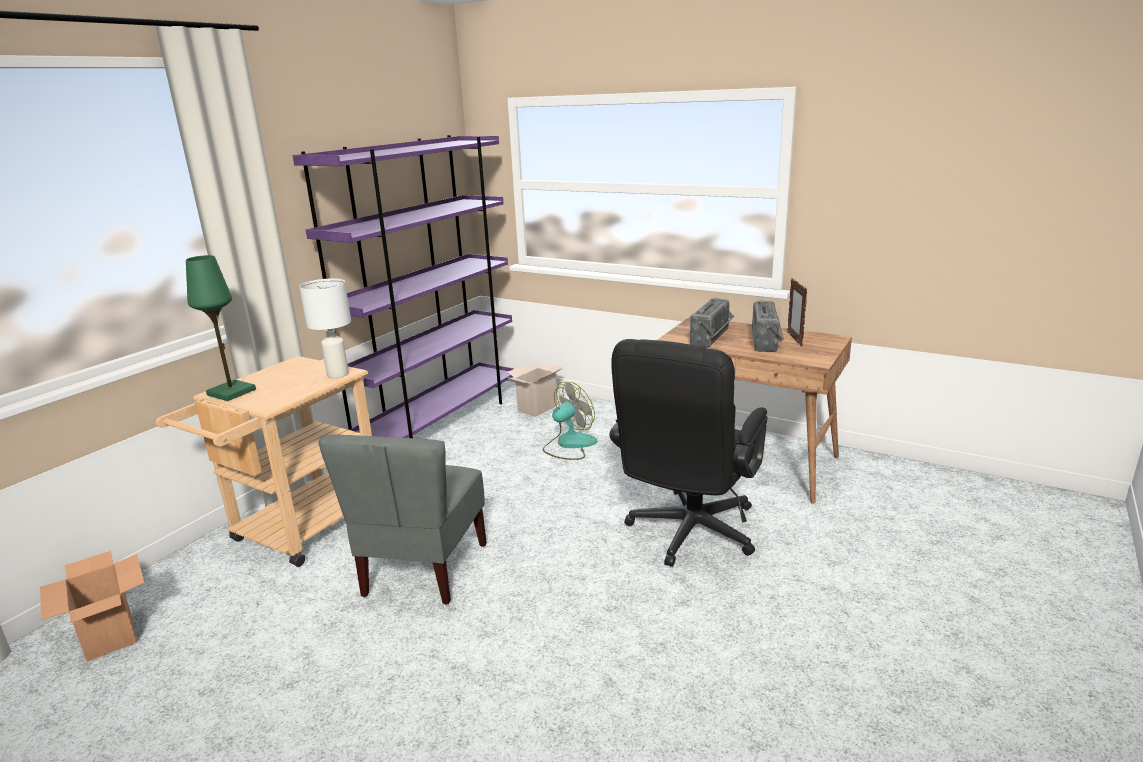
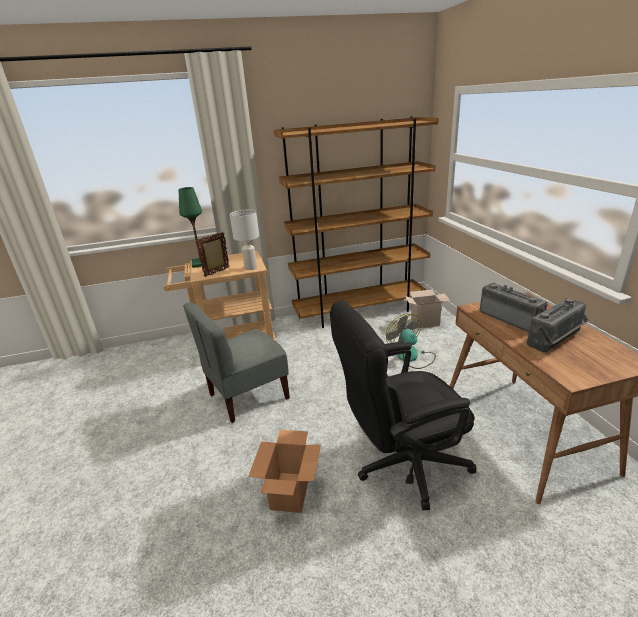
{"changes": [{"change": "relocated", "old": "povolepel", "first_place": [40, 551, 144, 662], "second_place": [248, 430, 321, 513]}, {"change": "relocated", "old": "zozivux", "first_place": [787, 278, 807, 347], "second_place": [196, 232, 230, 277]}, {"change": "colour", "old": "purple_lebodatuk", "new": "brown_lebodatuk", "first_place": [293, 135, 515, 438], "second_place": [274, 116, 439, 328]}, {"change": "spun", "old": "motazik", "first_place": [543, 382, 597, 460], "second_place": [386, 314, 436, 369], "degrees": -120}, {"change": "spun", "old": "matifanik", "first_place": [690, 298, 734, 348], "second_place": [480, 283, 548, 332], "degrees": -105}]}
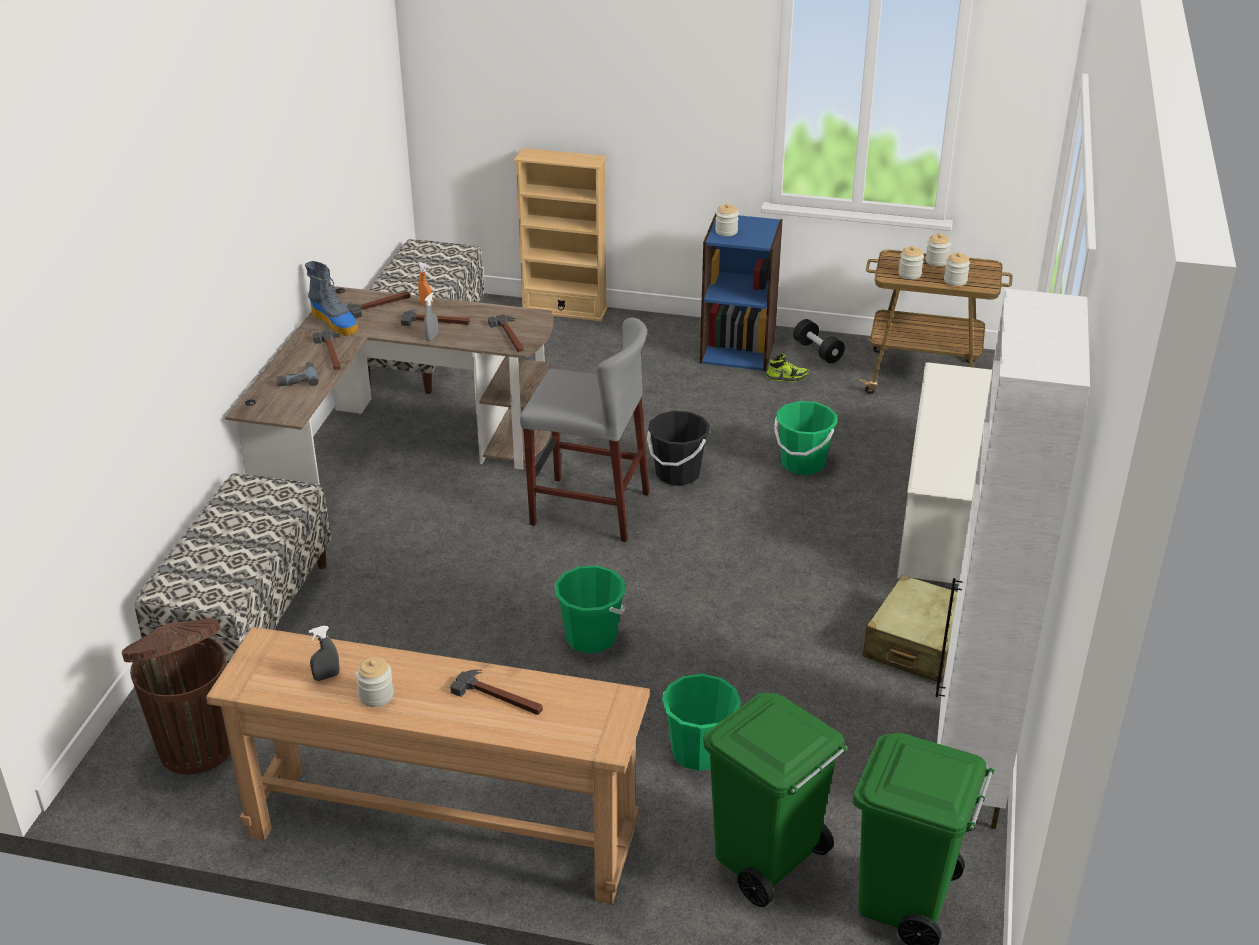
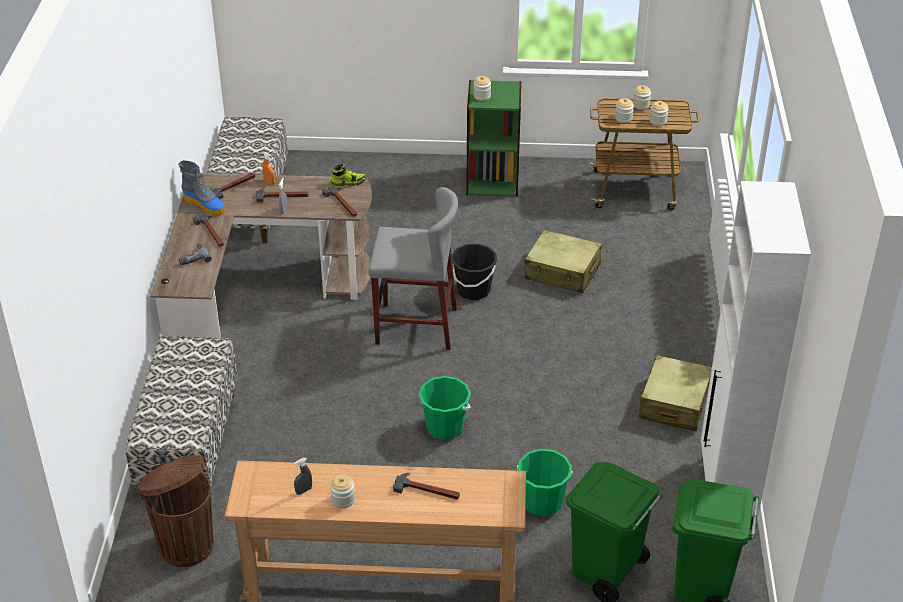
{"changes": [{"change": "missing", "old": "beige_lebodatuk", "first_place": [514, 148, 608, 321]}, {"change": "missing", "old": "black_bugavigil", "first_place": [793, 319, 845, 363]}, {"change": "missing", "old": "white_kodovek", "first_place": [897, 362, 992, 584]}, {"change": "relocated", "old": "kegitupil", "first_place": [766, 353, 809, 382], "second_place": [331, 164, 366, 187]}, {"change": "exchanged", "old": "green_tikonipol", "new": "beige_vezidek", "first_place": [774, 401, 837, 475], "second_place": [525, 230, 602, 293]}, {"change": "colour", "old": "blue_lebodatuk", "new": "green_lebodatuk", "first_place": [700, 213, 783, 371], "second_place": [466, 80, 522, 197]}]}
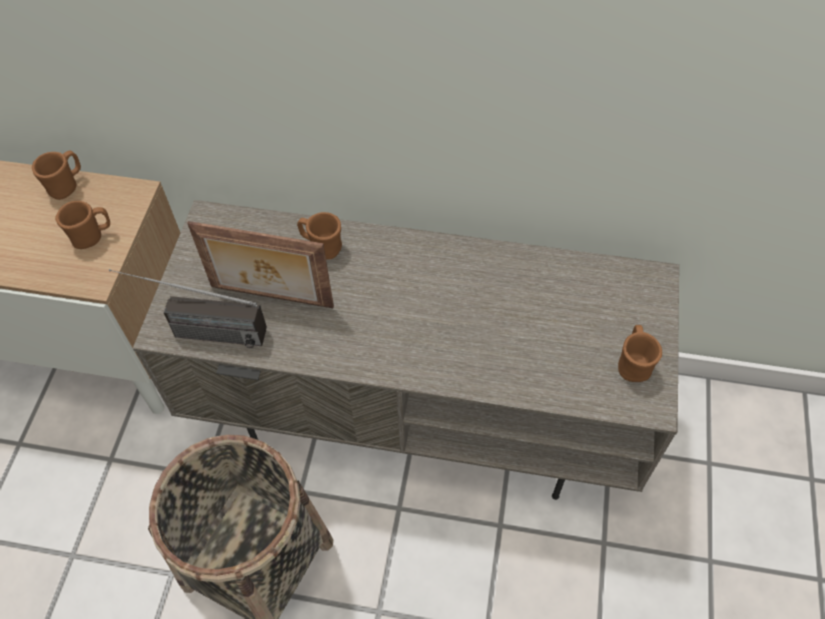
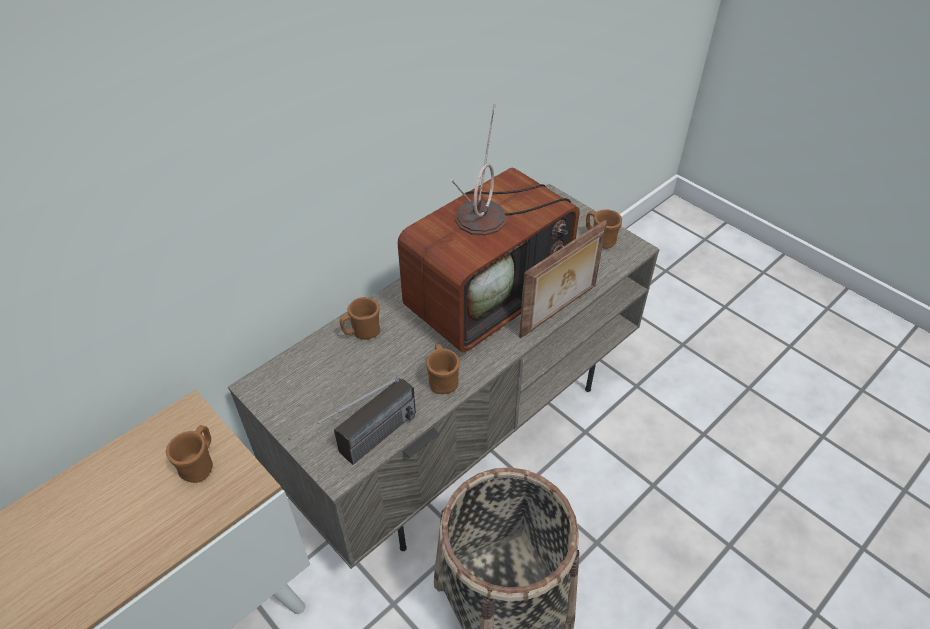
{"changes": [{"change": "appeared", "new": "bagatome", "second_place": [398, 104, 580, 353]}, {"change": "relocated", "old": "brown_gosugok", "first_place": [32, 151, 81, 200], "second_place": [426, 344, 460, 394]}, {"change": "relocated", "old": "zozivux", "first_place": [187, 221, 334, 308], "second_place": [519, 220, 607, 338]}]}
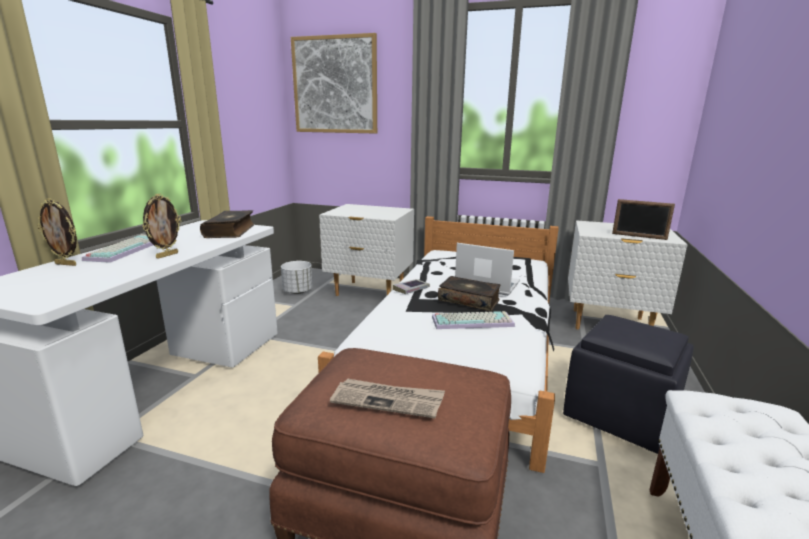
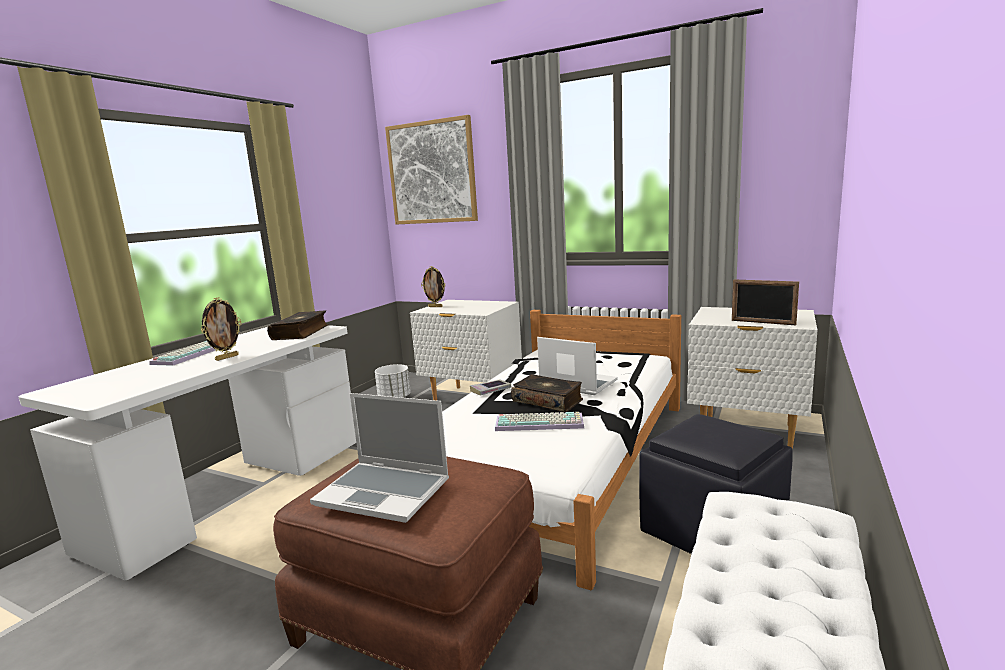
{"changes": [{"change": "relocated", "old": "zozivux", "first_place": [37, 198, 77, 266], "second_place": [421, 266, 445, 307]}, {"change": "exchanged", "old": "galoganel", "new": "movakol", "first_place": [330, 379, 445, 418], "second_place": [310, 393, 449, 523]}]}
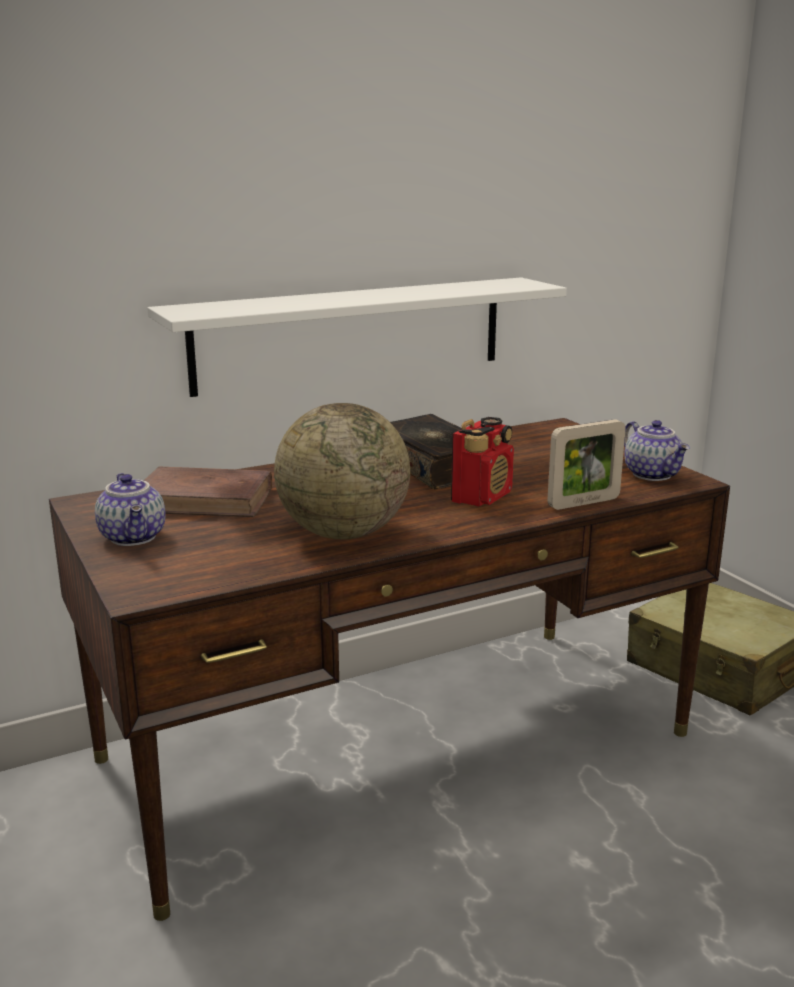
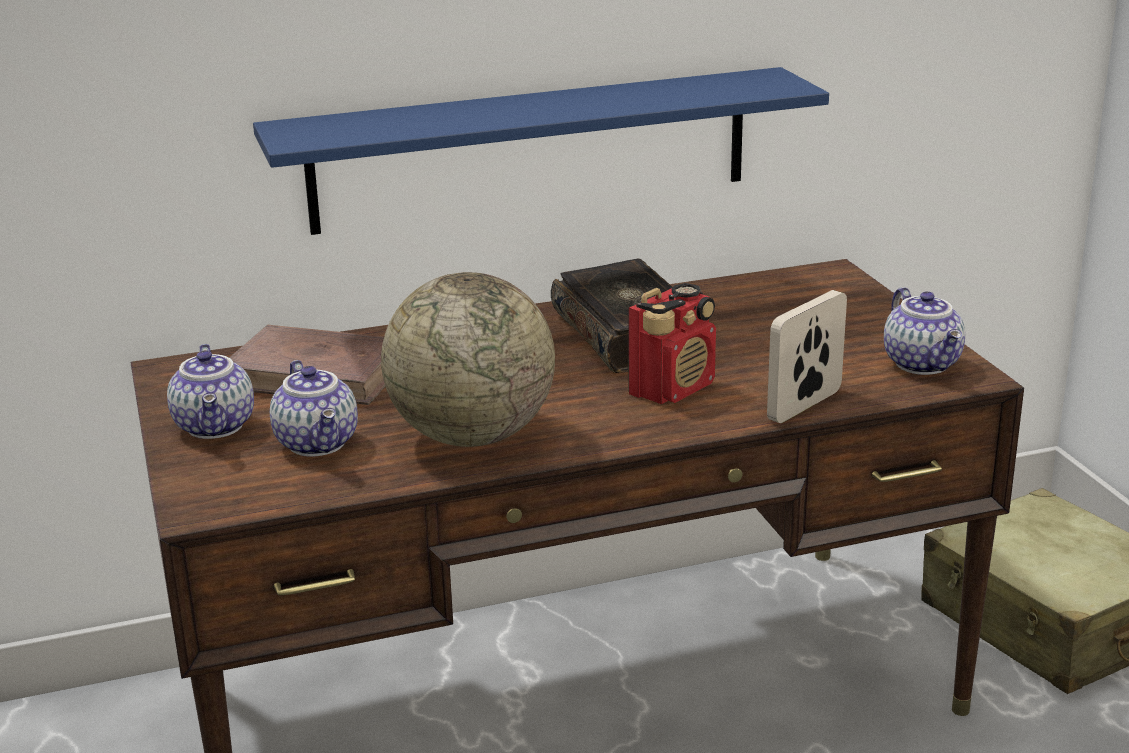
{"changes": [{"change": "appeared", "new": "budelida", "second_place": [270, 360, 358, 457]}, {"change": "colour", "old": "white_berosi", "new": "blue_berosi", "first_place": [148, 277, 567, 397], "second_place": [253, 67, 829, 235]}, {"change": "spun", "old": "zozivux", "first_place": [547, 419, 626, 510], "second_place": [767, 290, 847, 423], "degrees": 150}]}
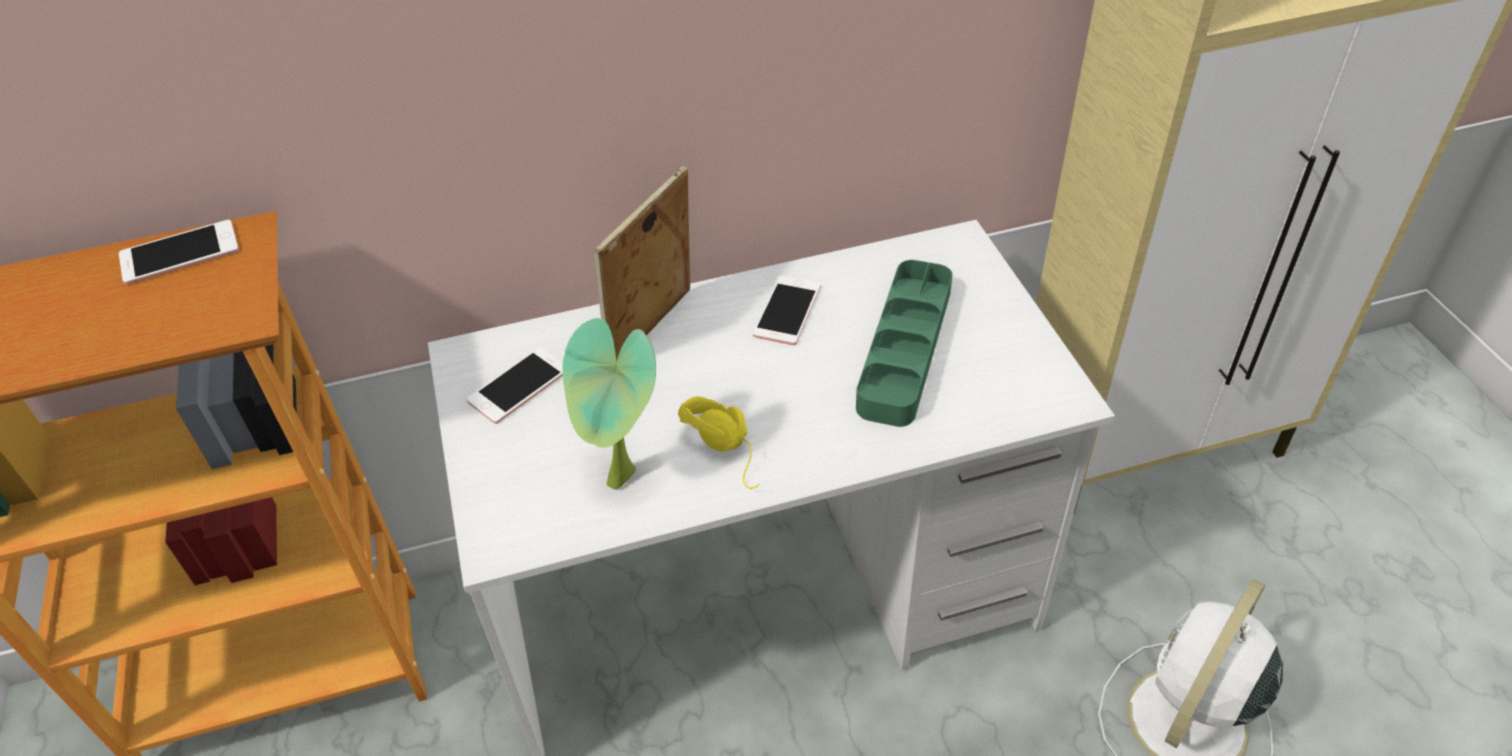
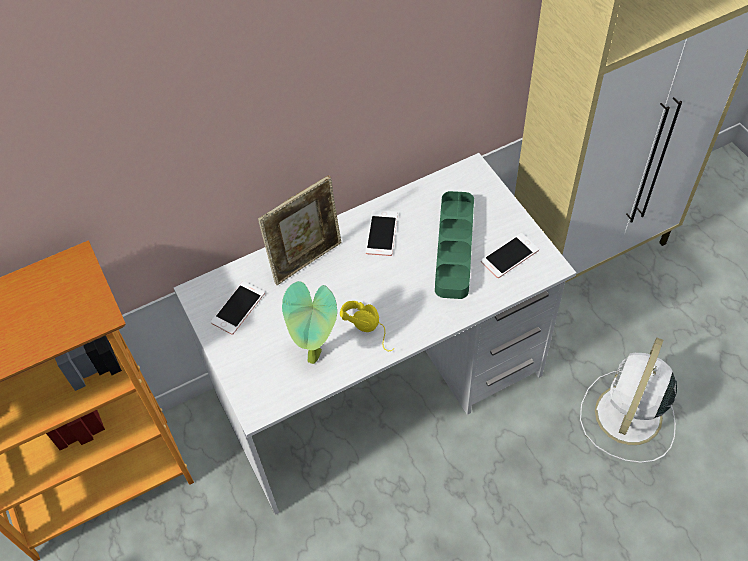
{"changes": [{"change": "relocated", "old": "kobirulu", "first_place": [119, 220, 239, 285], "second_place": [481, 233, 539, 278]}, {"change": "spun", "old": "zozivux", "first_place": [593, 166, 690, 362], "second_place": [258, 175, 342, 285], "degrees": -150}]}
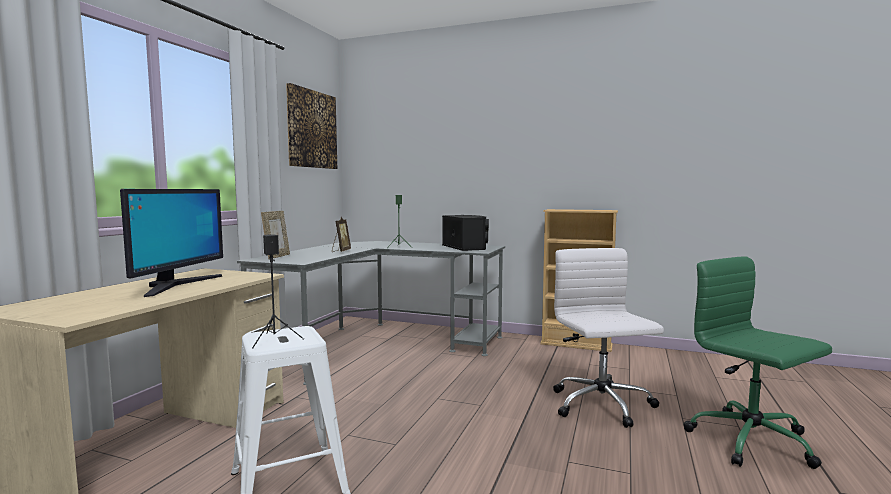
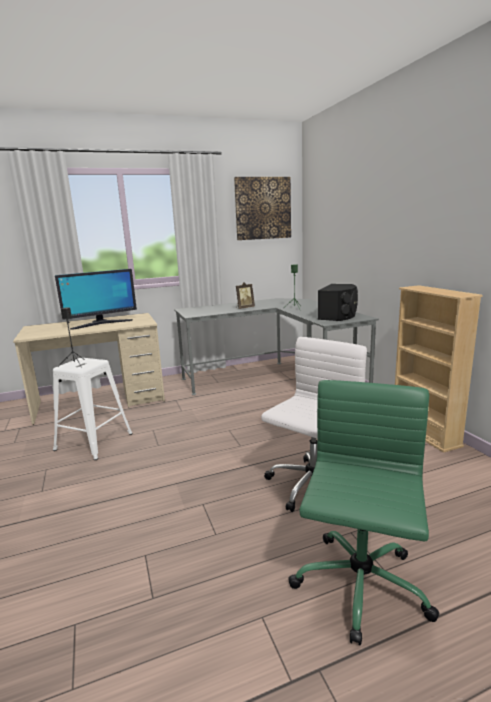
{"changes": [{"change": "missing", "old": "zozivux", "first_place": [261, 211, 290, 259]}]}
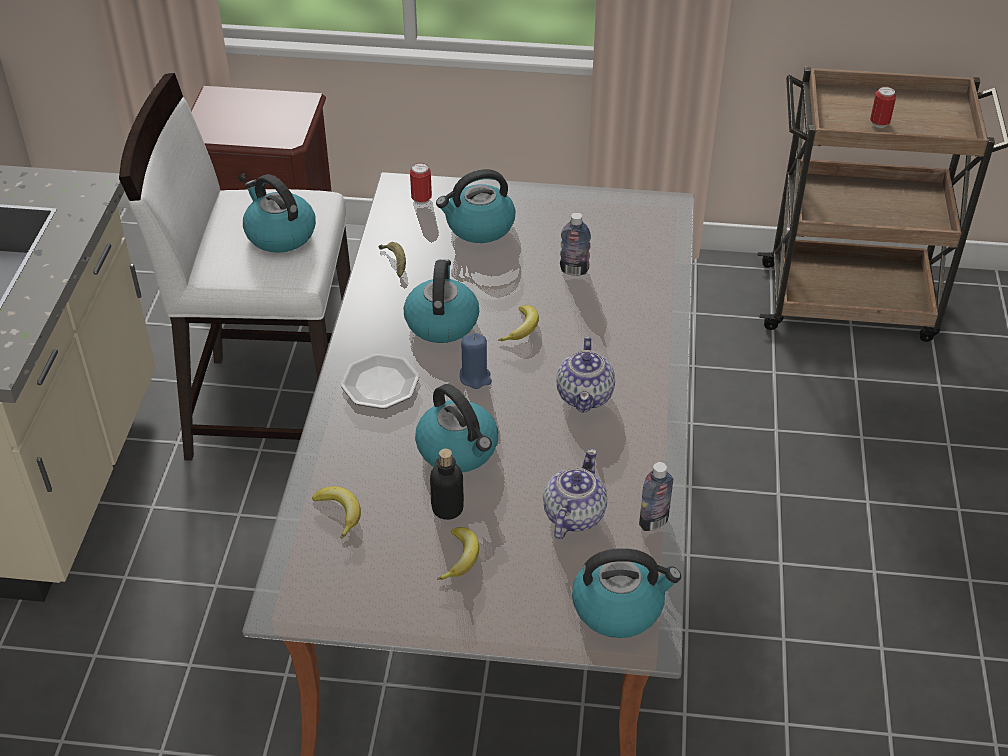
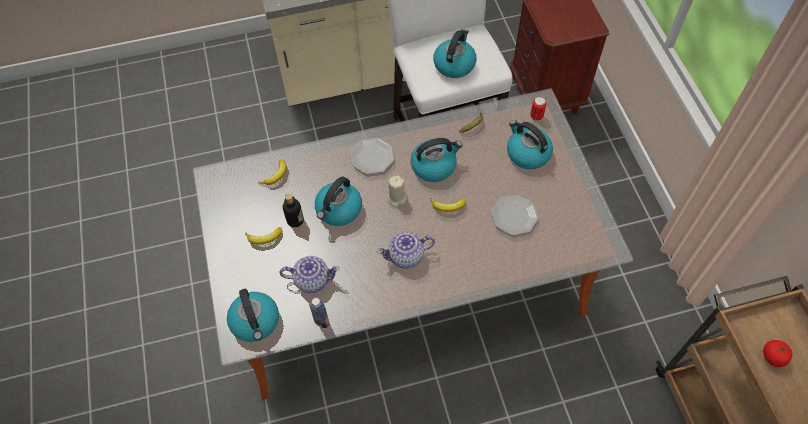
{"changes": [{"change": "exchanged", "old": "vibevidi", "new": "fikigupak", "first_place": [560, 212, 591, 276], "second_place": [491, 195, 539, 235]}, {"change": "exchanged", "old": "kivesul", "new": "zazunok", "first_place": [870, 87, 896, 128], "second_place": [763, 340, 792, 367]}, {"change": "colour", "old": "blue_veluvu", "new": "beige_veluvu", "first_place": [460, 333, 492, 389], "second_place": [388, 176, 407, 207]}]}
